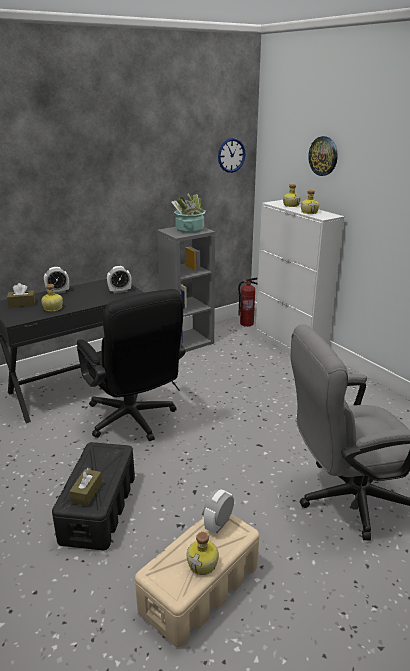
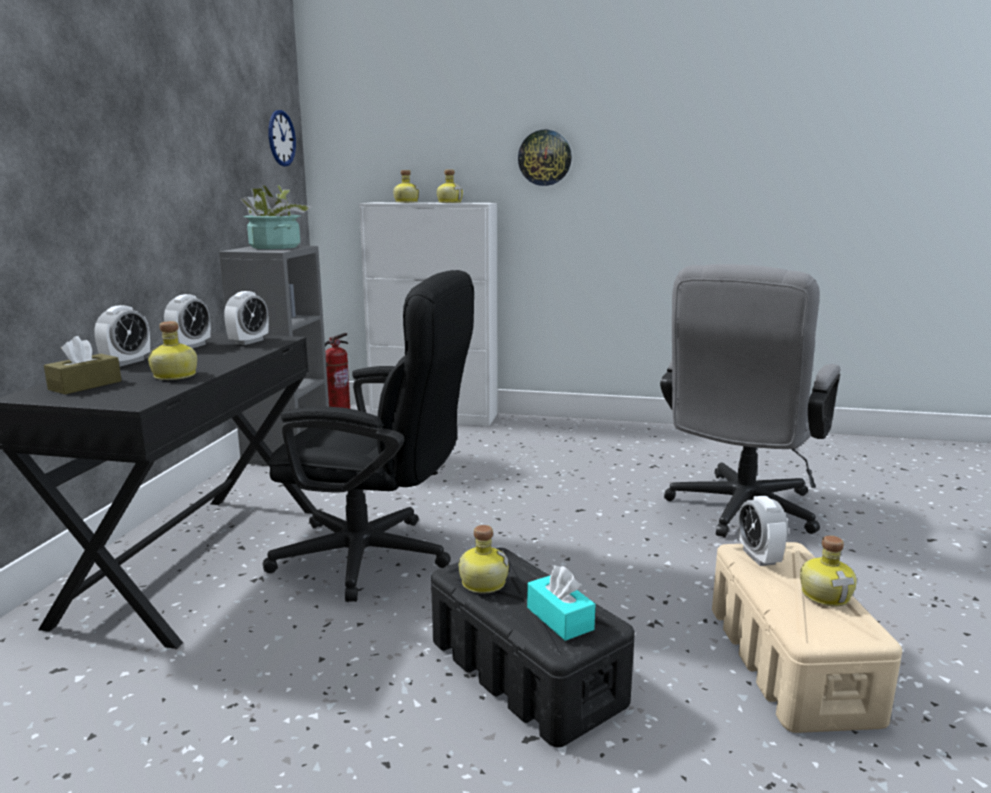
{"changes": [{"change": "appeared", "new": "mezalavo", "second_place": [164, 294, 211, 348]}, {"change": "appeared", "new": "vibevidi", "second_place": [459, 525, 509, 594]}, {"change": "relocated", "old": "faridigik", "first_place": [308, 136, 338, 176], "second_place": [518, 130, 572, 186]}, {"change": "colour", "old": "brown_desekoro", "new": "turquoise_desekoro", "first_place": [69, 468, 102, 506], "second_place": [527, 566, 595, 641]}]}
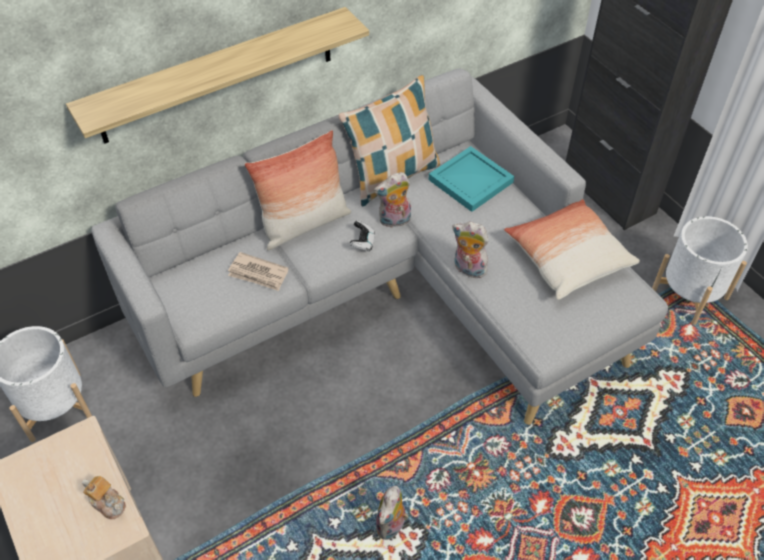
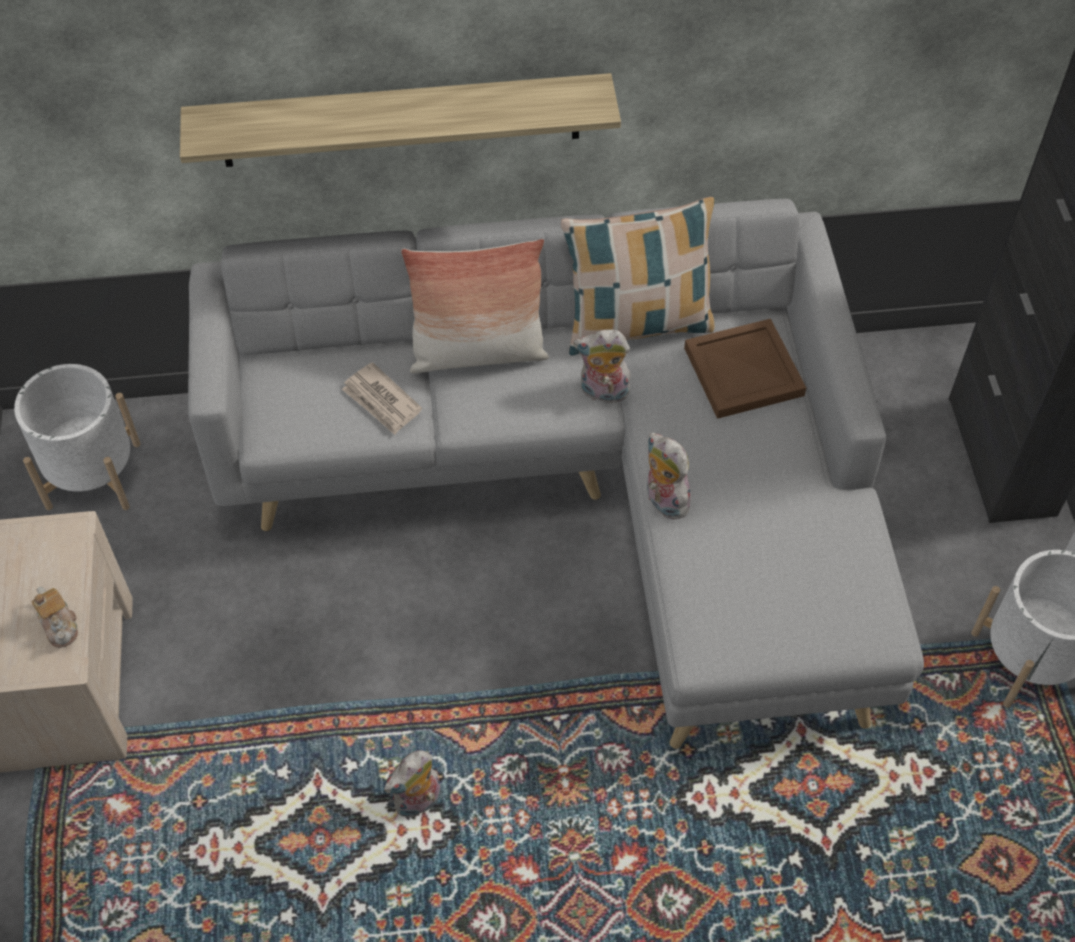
{"changes": [{"change": "missing", "old": "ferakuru", "first_place": [350, 220, 375, 251]}, {"change": "missing", "old": "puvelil", "first_place": [504, 199, 640, 300]}, {"change": "colour", "old": "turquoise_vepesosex", "new": "brown_vepesosex", "first_place": [429, 146, 514, 212], "second_place": [684, 319, 806, 419]}]}
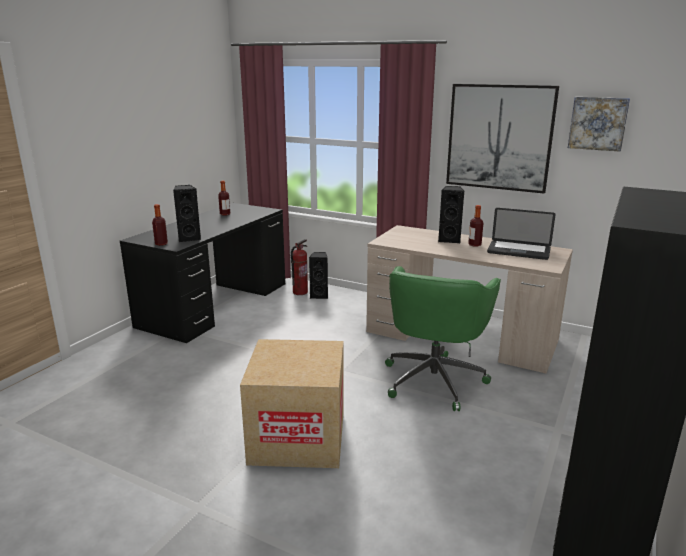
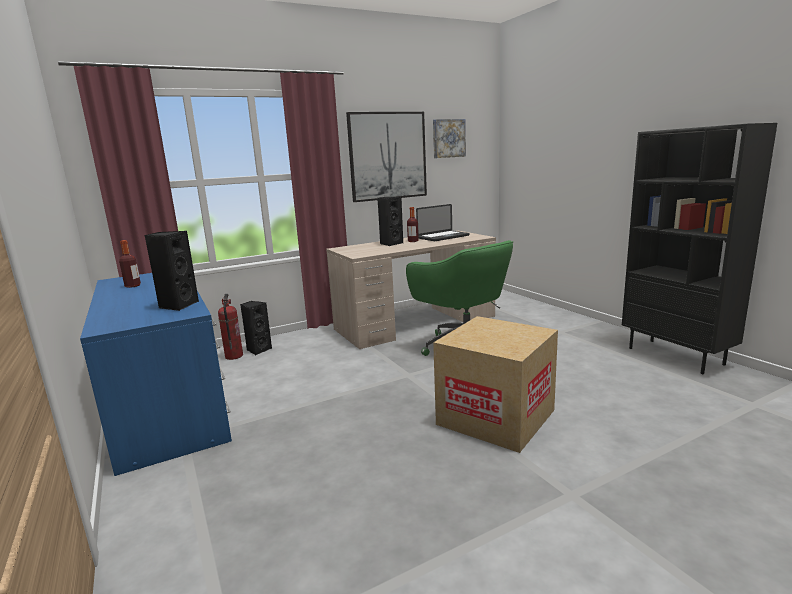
{"changes": [{"change": "missing", "old": "vibevidi", "first_place": [152, 204, 168, 246]}, {"change": "colour", "old": "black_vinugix", "new": "blue_vinugix", "first_place": [120, 203, 285, 343], "second_place": [80, 273, 232, 476]}]}
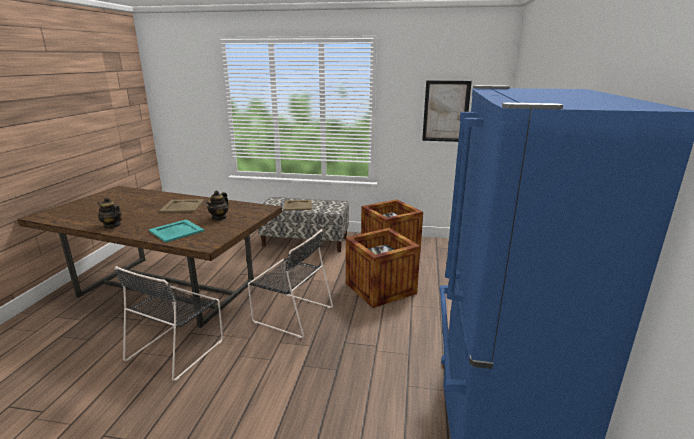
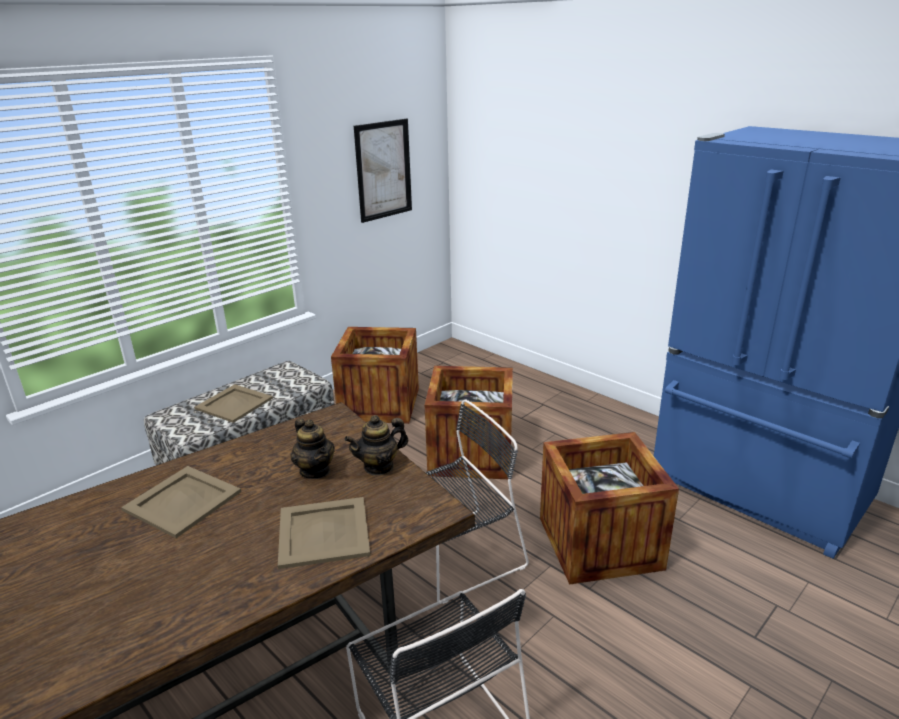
{"changes": [{"change": "appeared", "new": "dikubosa", "second_place": [540, 432, 679, 585]}, {"change": "relocated", "old": "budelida", "first_place": [98, 197, 122, 229], "second_place": [344, 415, 408, 476]}, {"change": "colour", "old": "turquoise_vepesosex", "new": "beige_vepesosex", "first_place": [149, 219, 204, 243], "second_place": [278, 497, 370, 569]}]}
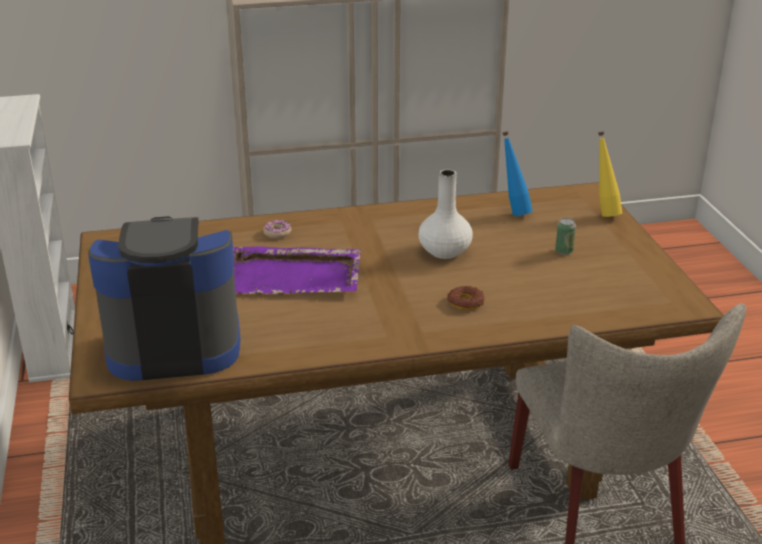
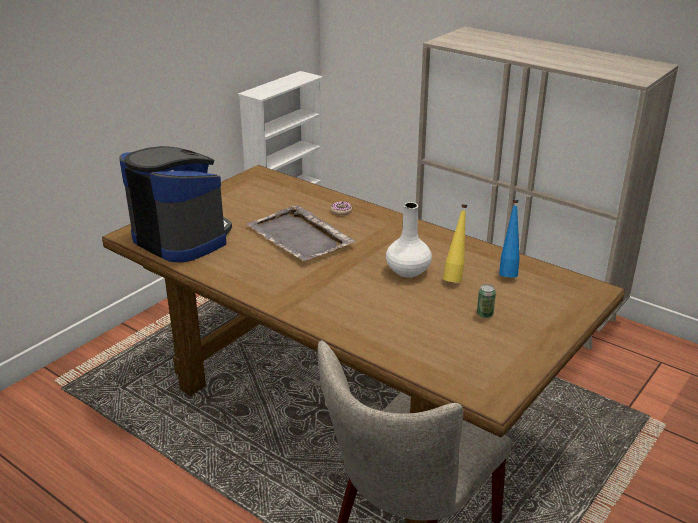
{"changes": [{"change": "missing", "old": "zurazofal", "first_place": [447, 286, 485, 310]}, {"change": "relocated", "old": "yellow_vibevidi", "first_place": [598, 131, 622, 217], "second_place": [443, 204, 467, 283]}, {"change": "colour", "old": "purple_vepesosex", "new": "grey_vepesosex", "first_place": [233, 246, 361, 294], "second_place": [246, 205, 355, 261]}]}
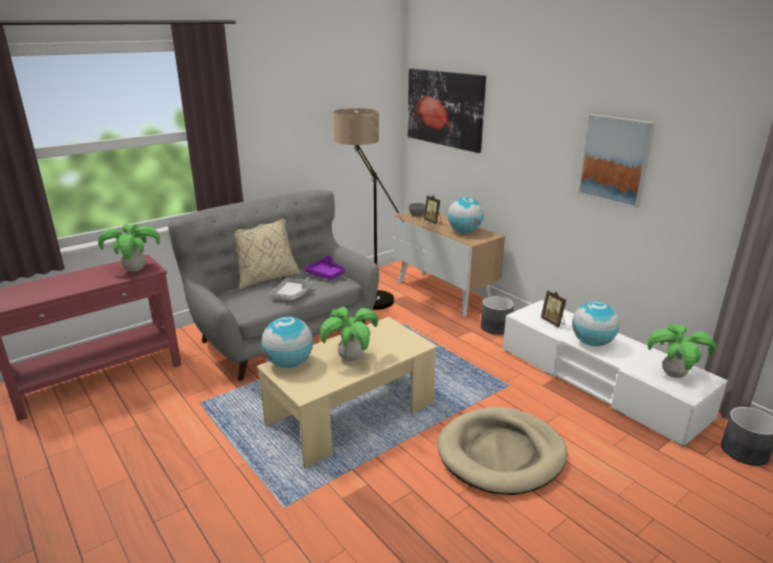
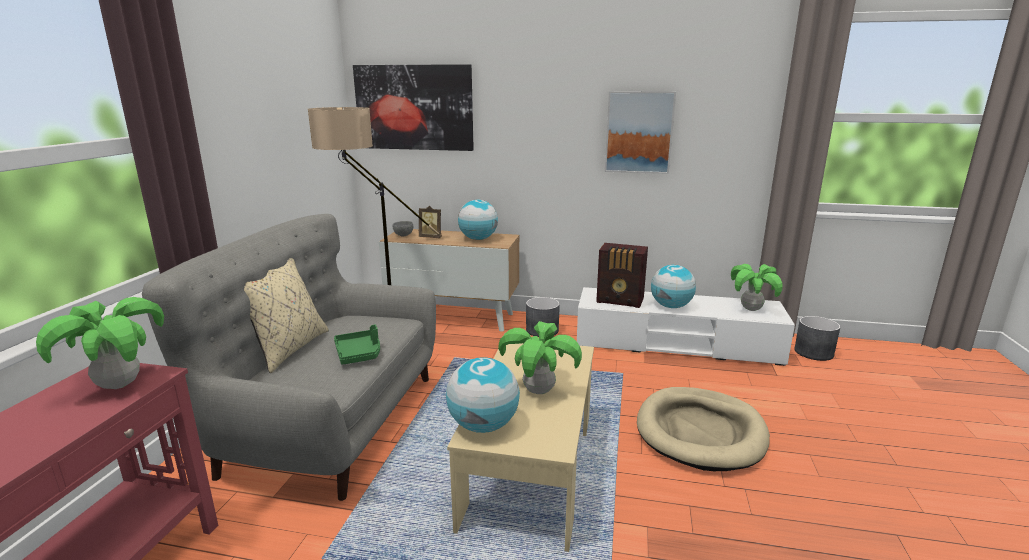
{"changes": [{"change": "missing", "old": "purple_vepesosex", "first_place": [304, 255, 345, 280]}, {"change": "exchanged", "old": "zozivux", "new": "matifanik", "first_place": [541, 290, 566, 327], "second_place": [596, 243, 648, 308]}, {"change": "colour", "old": "grey_vepesosex", "new": "green_vepesosex", "first_place": [270, 278, 312, 300], "second_place": [334, 325, 380, 365]}]}
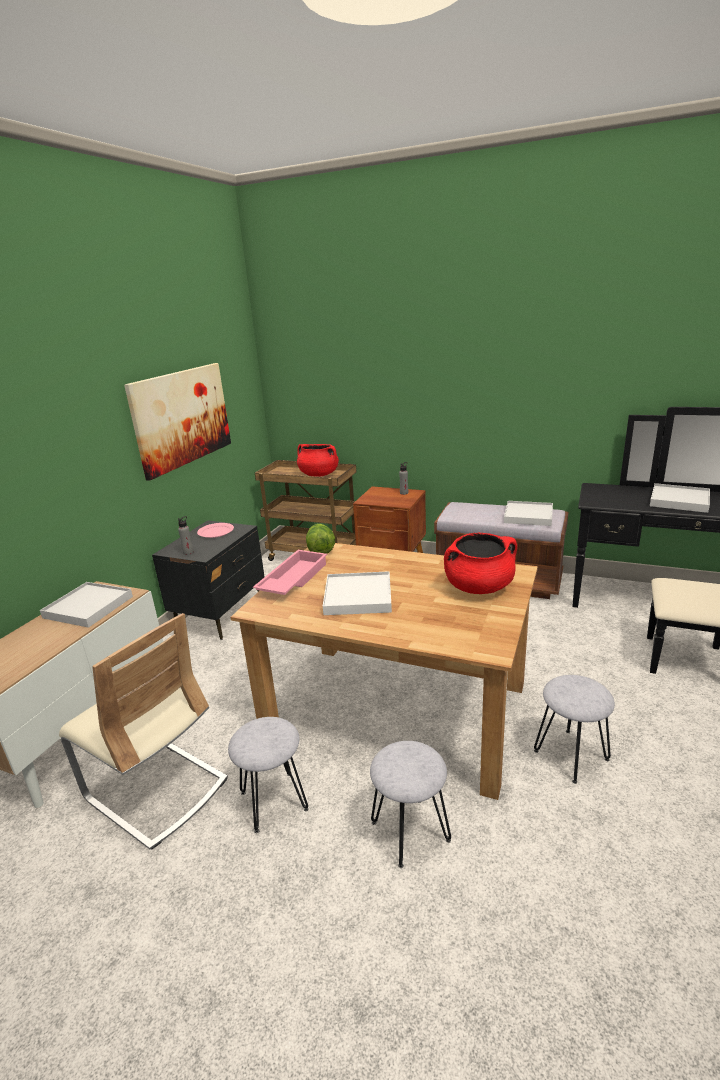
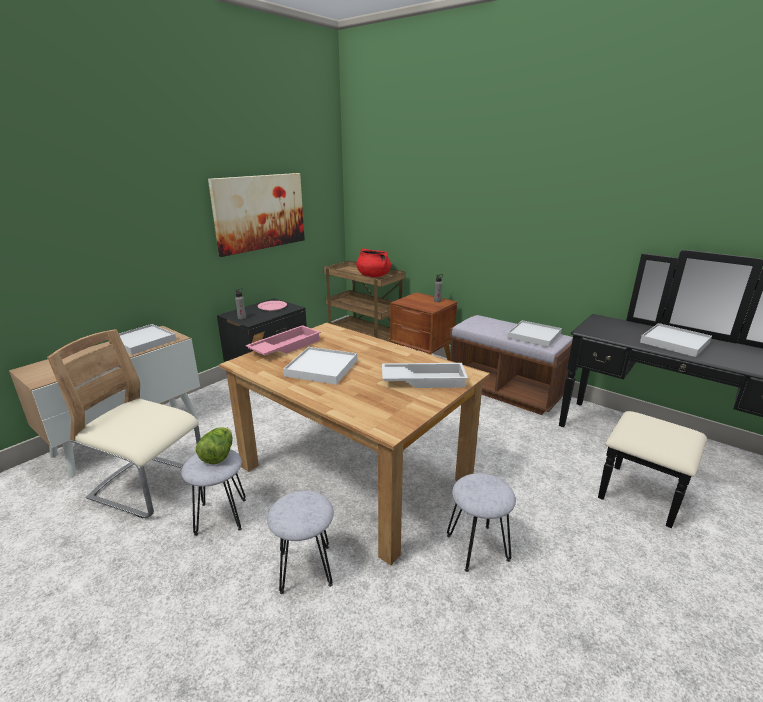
{"changes": [{"change": "relocated", "old": "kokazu", "first_place": [306, 524, 335, 554], "second_place": [196, 427, 232, 464]}, {"change": "exchanged", "old": "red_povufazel", "new": "white_vepesosex", "first_place": [444, 533, 517, 594], "second_place": [382, 363, 468, 388]}, {"change": "spun", "old": "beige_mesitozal", "first_place": [59, 613, 228, 850], "second_place": [47, 330, 201, 518], "degrees": 150}]}
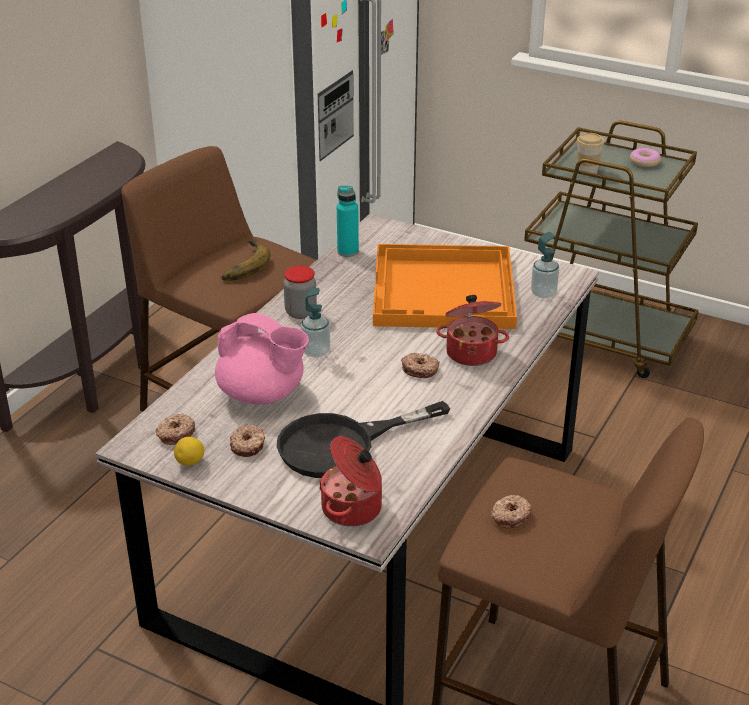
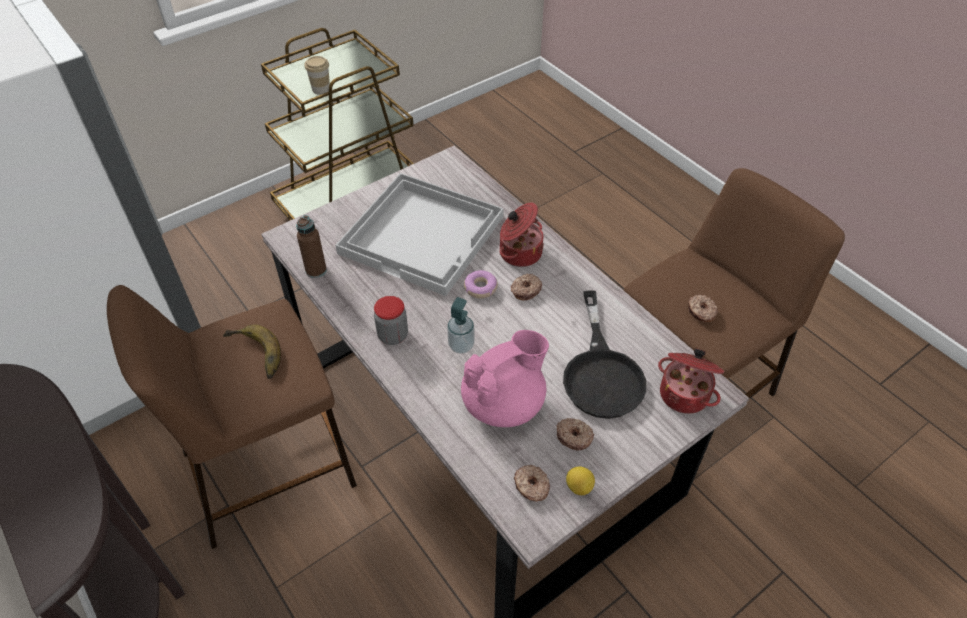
{"changes": [{"change": "missing", "old": "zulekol", "first_place": [531, 232, 559, 298]}, {"change": "relocated", "old": "zurazofal", "first_place": [630, 148, 661, 167], "second_place": [464, 270, 498, 299]}, {"change": "colour", "old": "turquoise_vibevidi", "new": "brown_vibevidi", "first_place": [337, 186, 359, 257], "second_place": [296, 215, 327, 278]}, {"change": "colour", "old": "orange_vepesosex", "new": "white_vepesosex", "first_place": [373, 244, 517, 329], "second_place": [335, 173, 504, 296]}]}
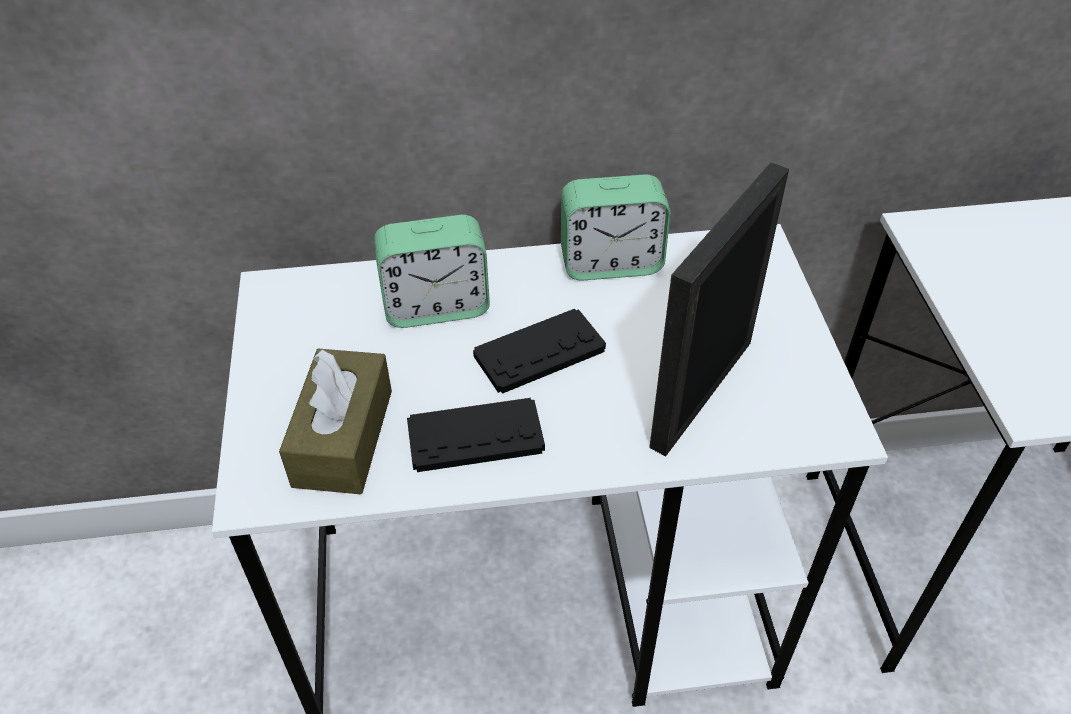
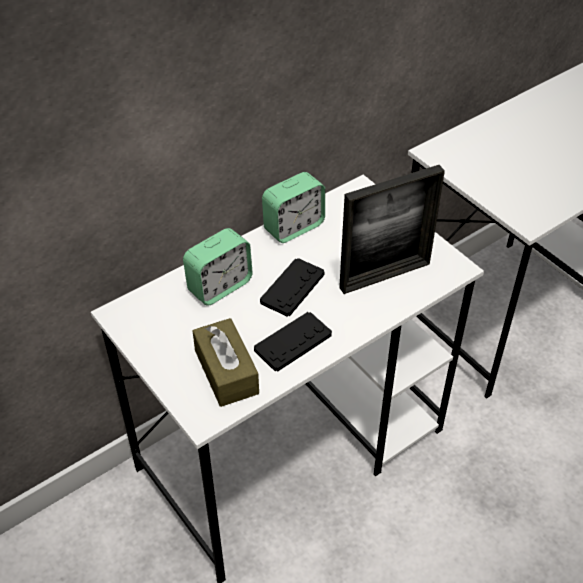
{"changes": [{"change": "spun", "old": "zozivux", "first_place": [649, 162, 789, 456], "second_place": [339, 165, 445, 294], "degrees": -120}]}
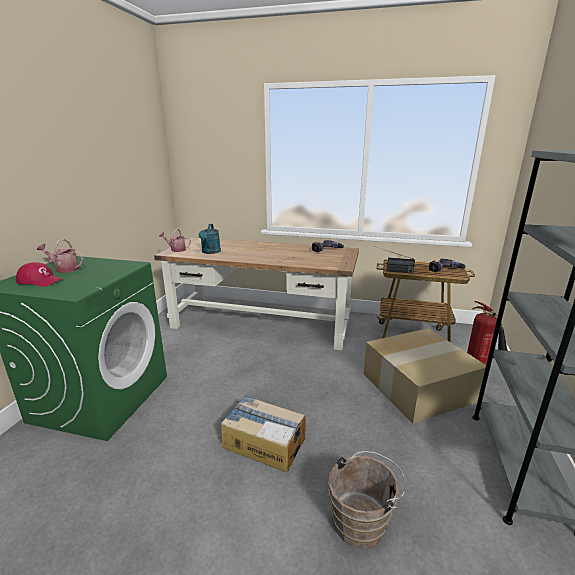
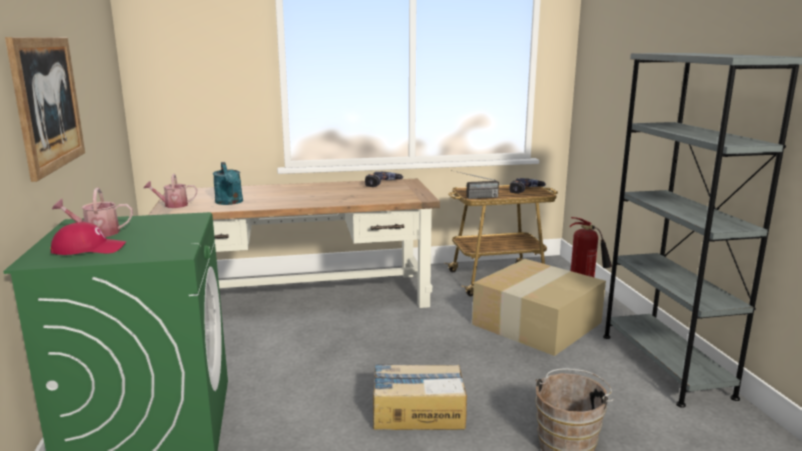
{"changes": [{"change": "appeared", "new": "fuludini", "second_place": [5, 37, 85, 182]}]}
